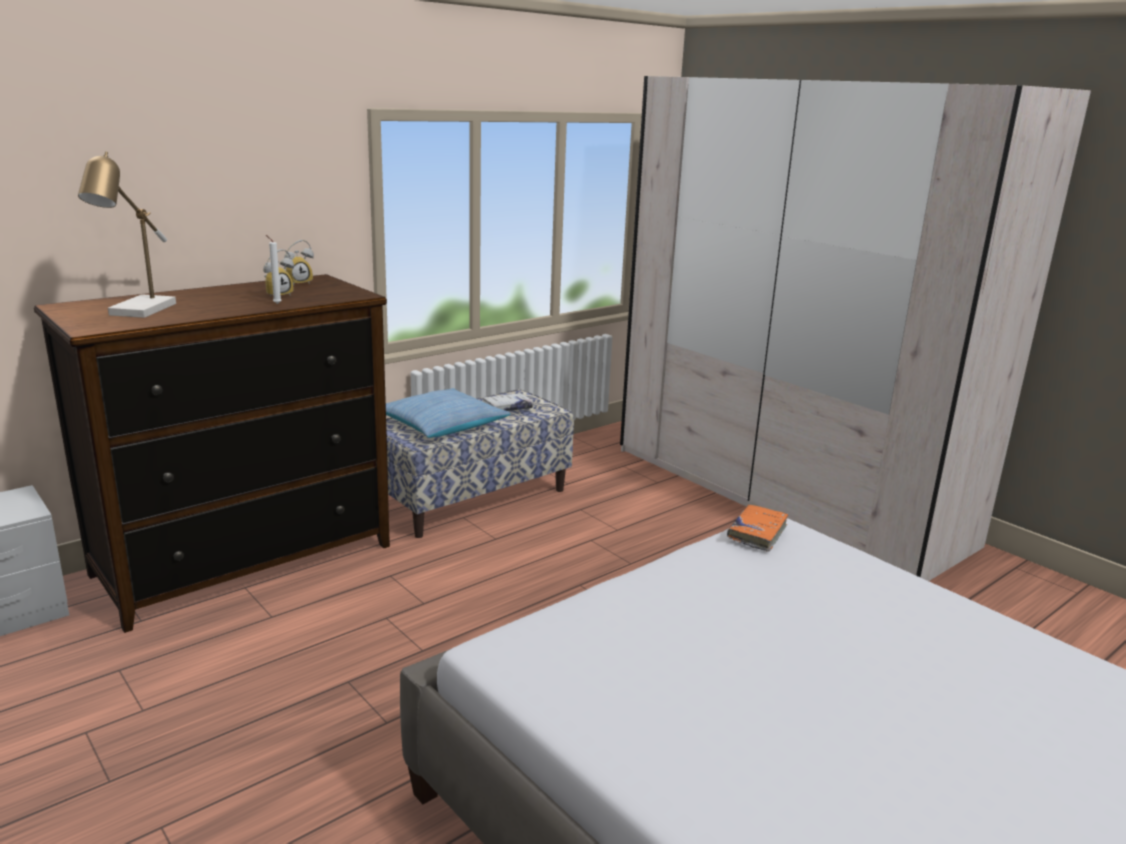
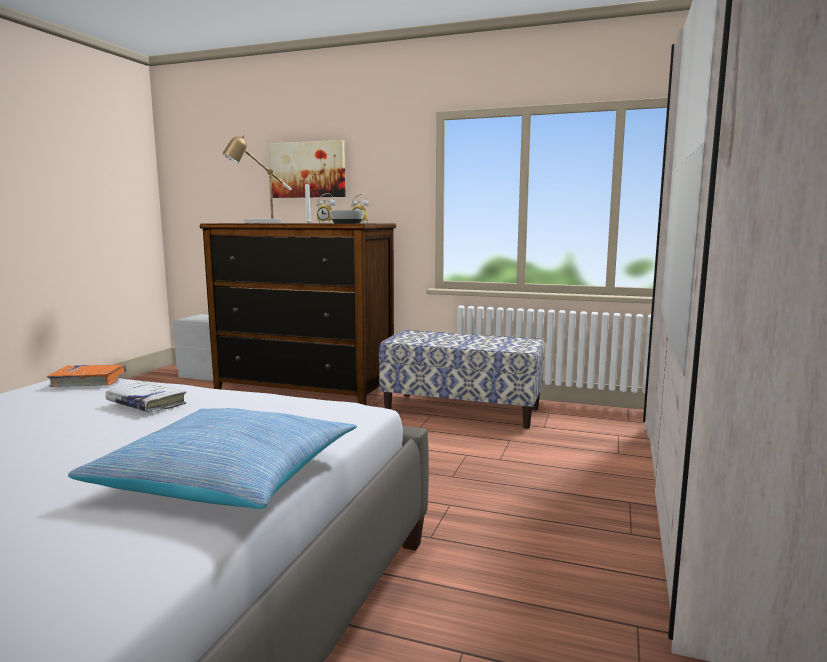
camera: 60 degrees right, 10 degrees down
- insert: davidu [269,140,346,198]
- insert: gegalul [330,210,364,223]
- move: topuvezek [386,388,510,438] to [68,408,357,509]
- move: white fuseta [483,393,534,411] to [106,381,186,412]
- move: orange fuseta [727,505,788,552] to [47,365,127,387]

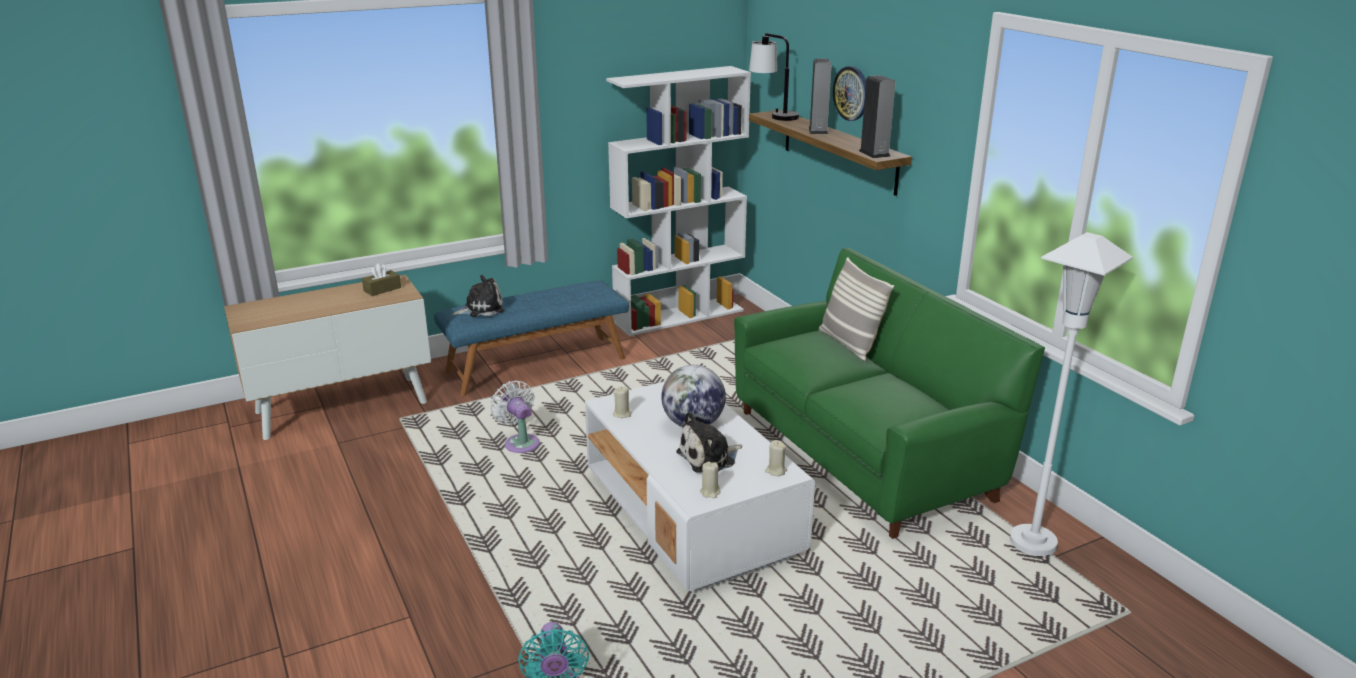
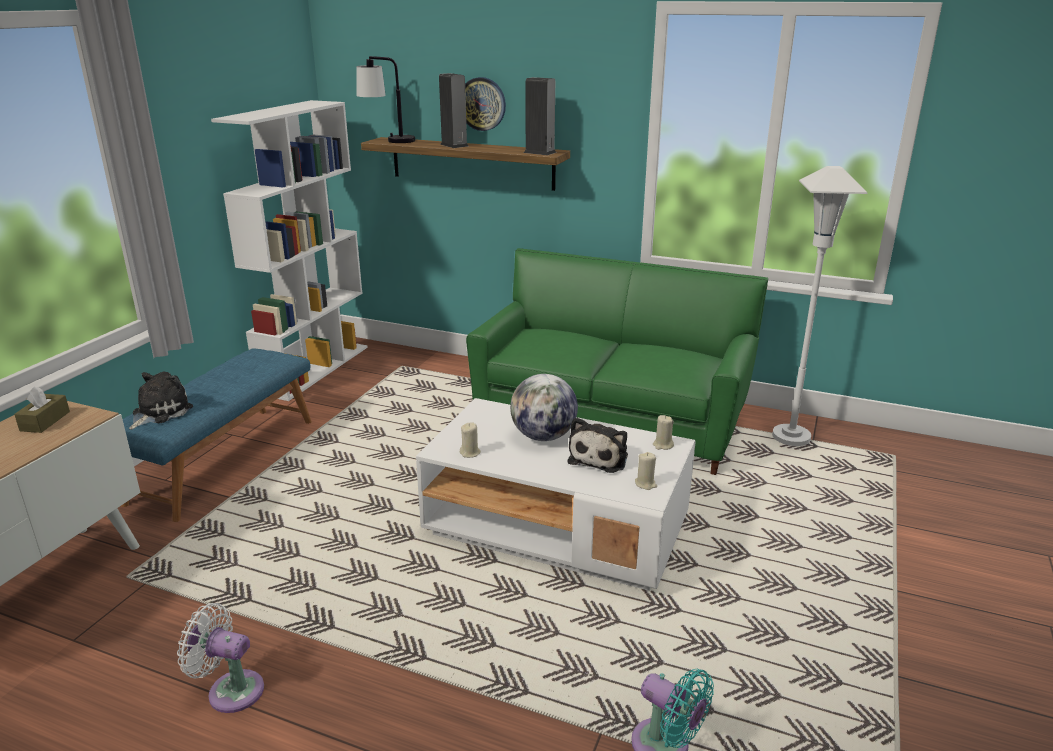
camera: 40 degrees left, 0 degrees up
- delete: topuvezek [819,257,894,361]
- move: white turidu [490,380,540,453] to [177,603,264,713]

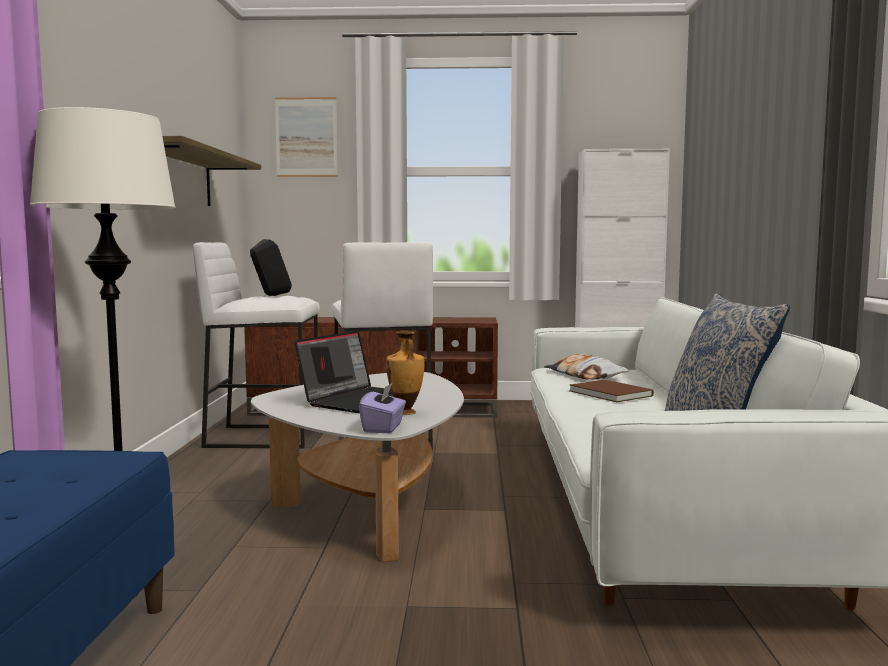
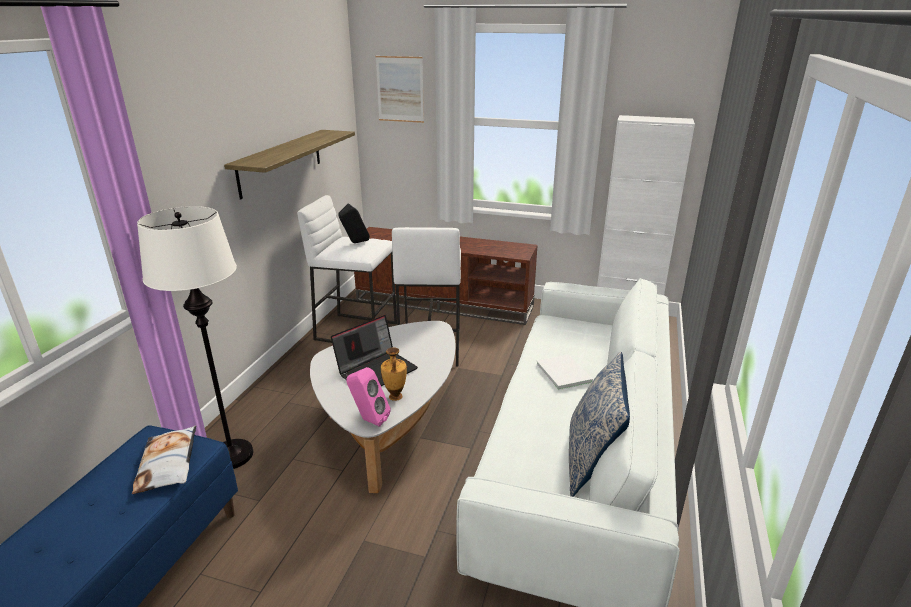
camera: 15 degrees right, 20 degrees up
- move: topuvezek [544,354,629,380] to [132,426,196,494]
- replace: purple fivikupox [359,383,406,433] to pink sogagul [346,367,391,427]
- recolor: brown fuseta [569,380,654,402] to white fuseta [536,354,593,390]

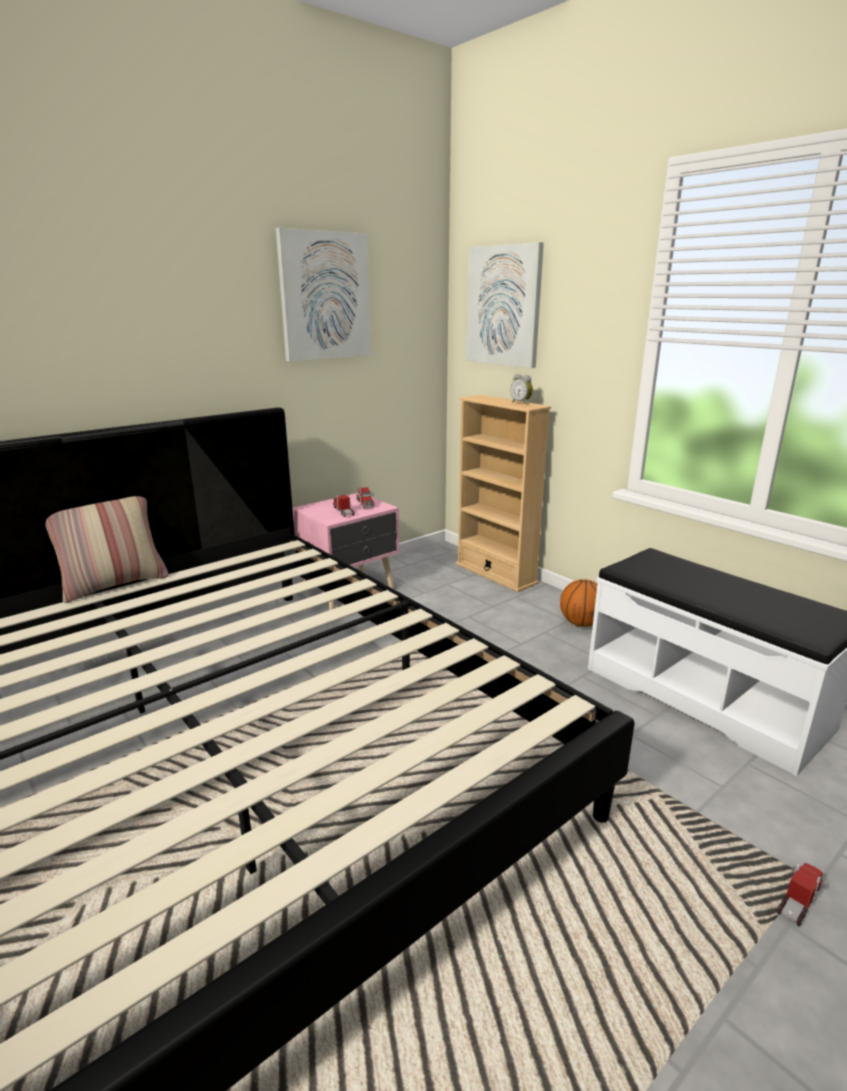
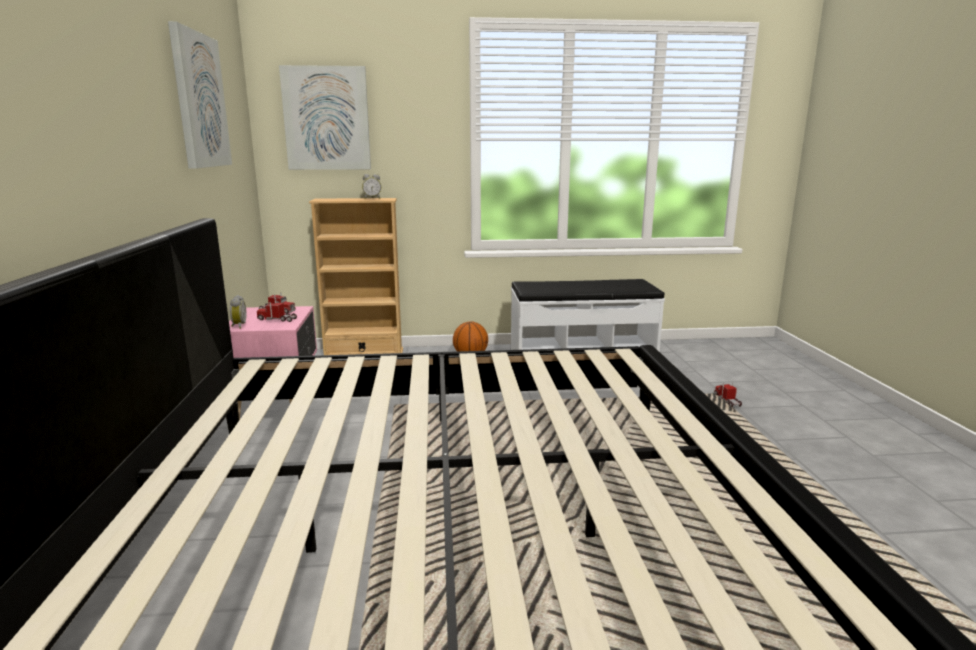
camera: 55 degrees left, 5 degrees down
- delete: topuvezek [45,496,169,603]
- insert: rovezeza [230,295,247,329]

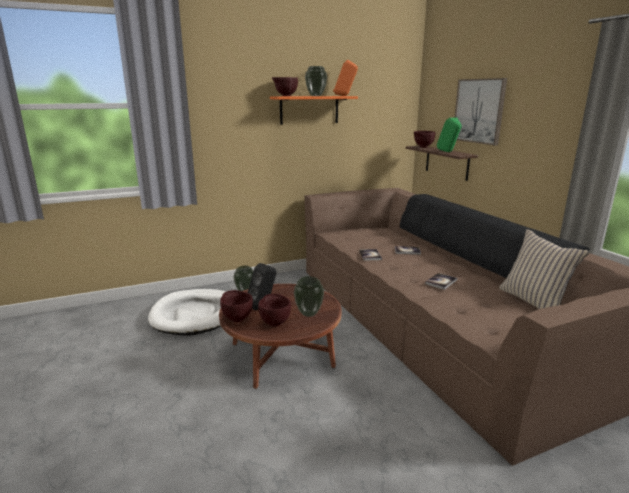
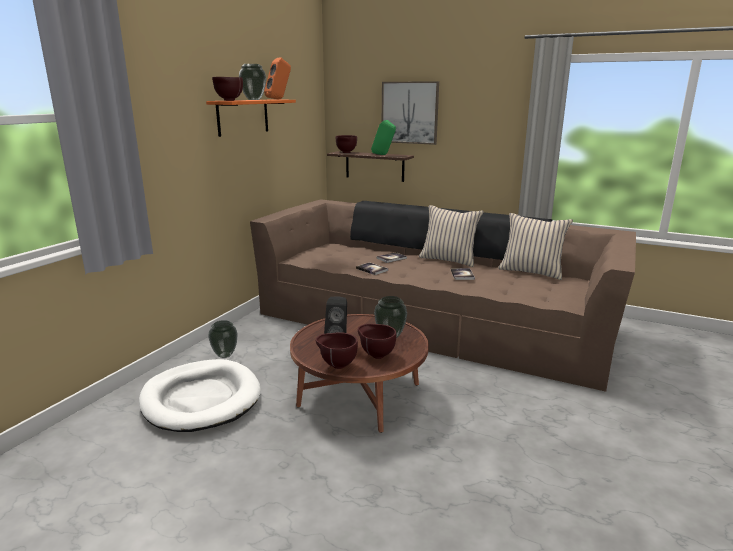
camera: 40 degrees left, 0 degrees up
- insert: beige topuvezek [419,205,484,267]

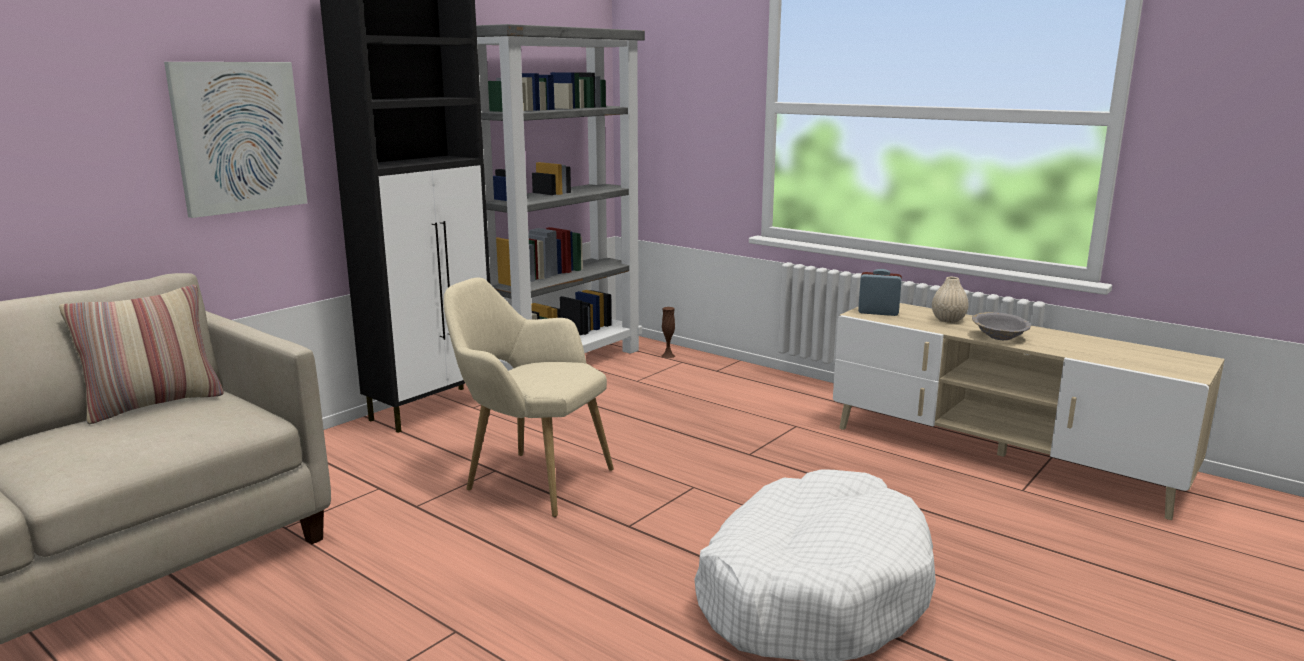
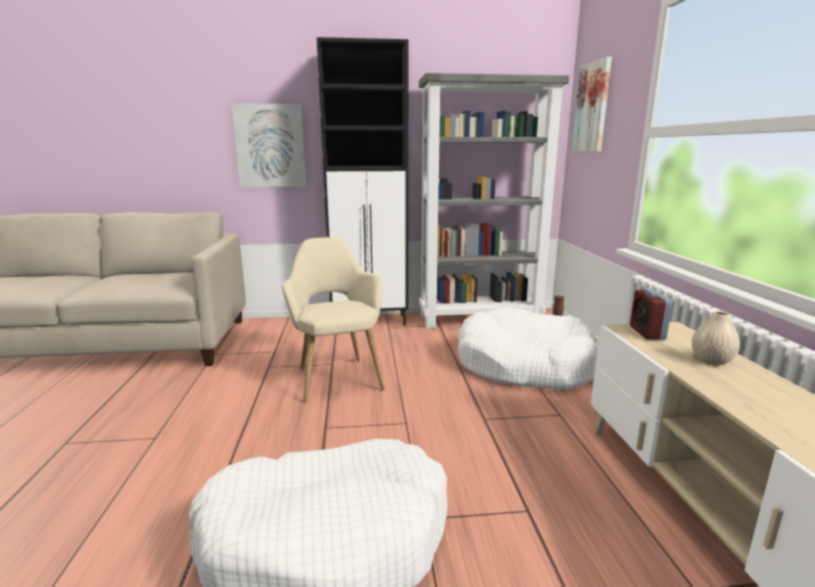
camera: 45 degrees right, 0 degrees up
- delete: topuvezek [59,285,224,424]
- delete: grey gegalul [972,312,1031,340]
- insert: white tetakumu [458,307,598,390]
- insert: davidu [572,56,612,152]
- rotate: rovezeza [858,269,902,316] = [630,289,673,340] 150 degrees counterclockwise

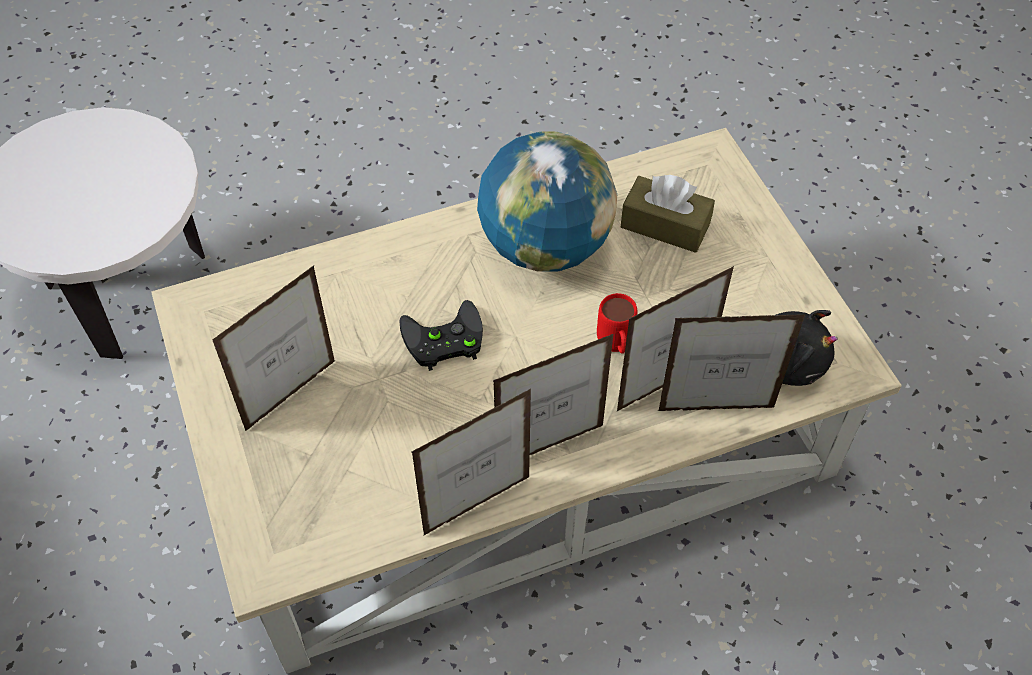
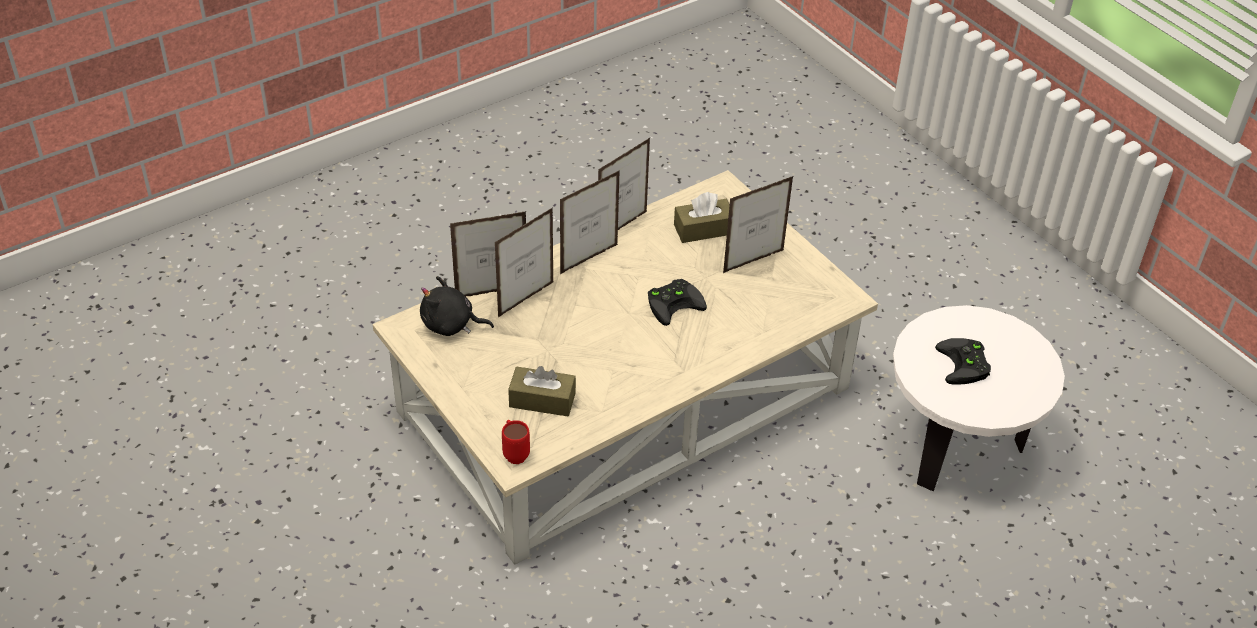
camera: 165 degrees right, 10 degrees down
- delete: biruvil [477,131,617,272]
- insert: brown fivikupox [674,192,730,243]
- insert: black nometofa [935,338,991,385]
- move: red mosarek [597,293,638,354] to [502,420,530,464]
- rotate: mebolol [212,265,336,431] = [723,176,793,273] 150 degrees counterclockwise

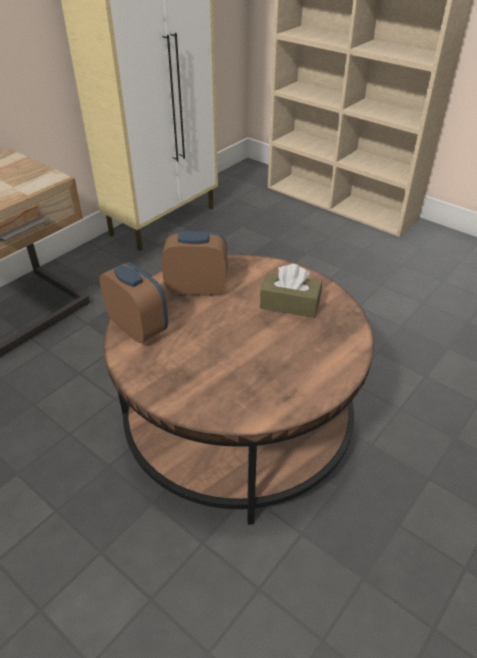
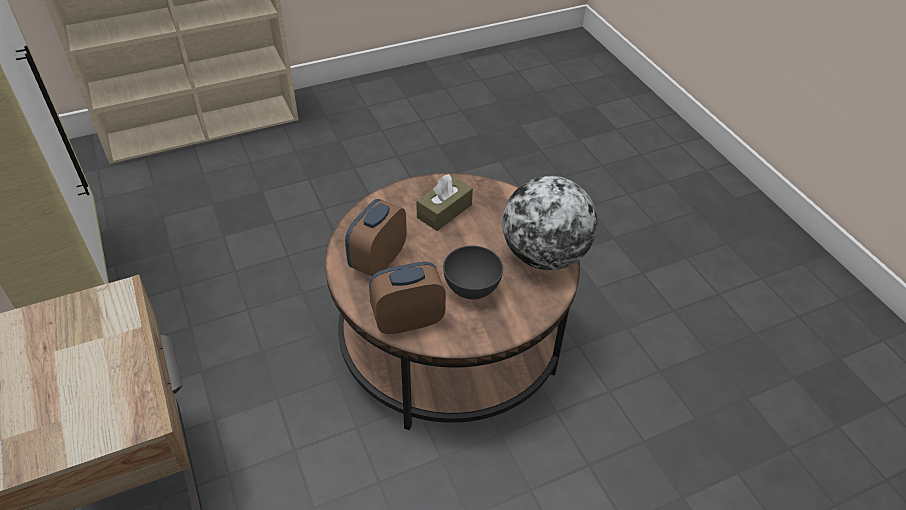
camera: 65 degrees left, 5 degrees up
- insert: grey gegalul [443,246,503,299]
- insert: biruvil [502,176,597,270]

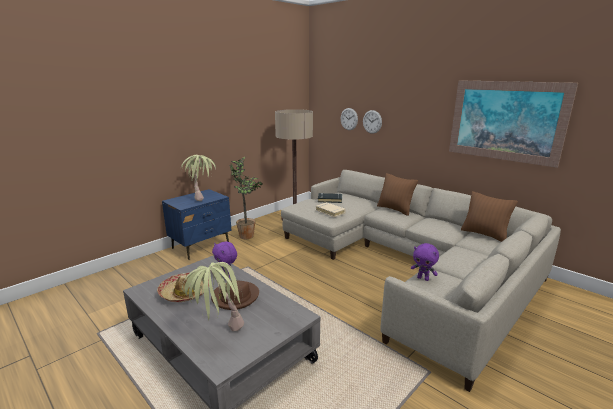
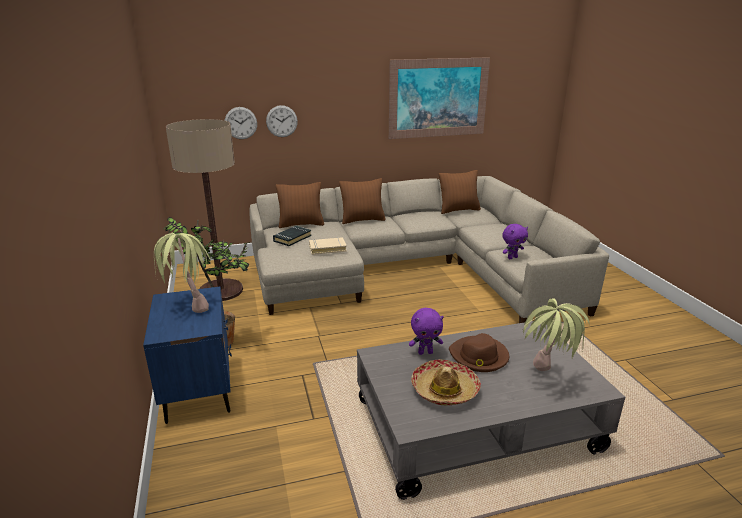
camera: 60 degrees left, 5 degrees up
- insert: brown topuvezek [276,182,324,228]

